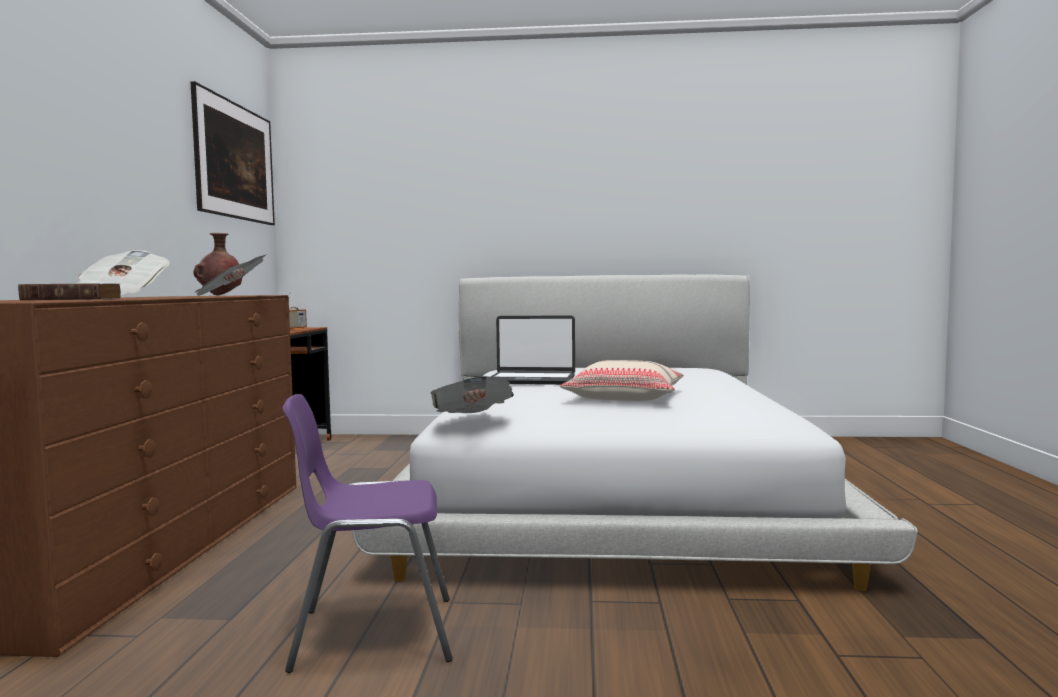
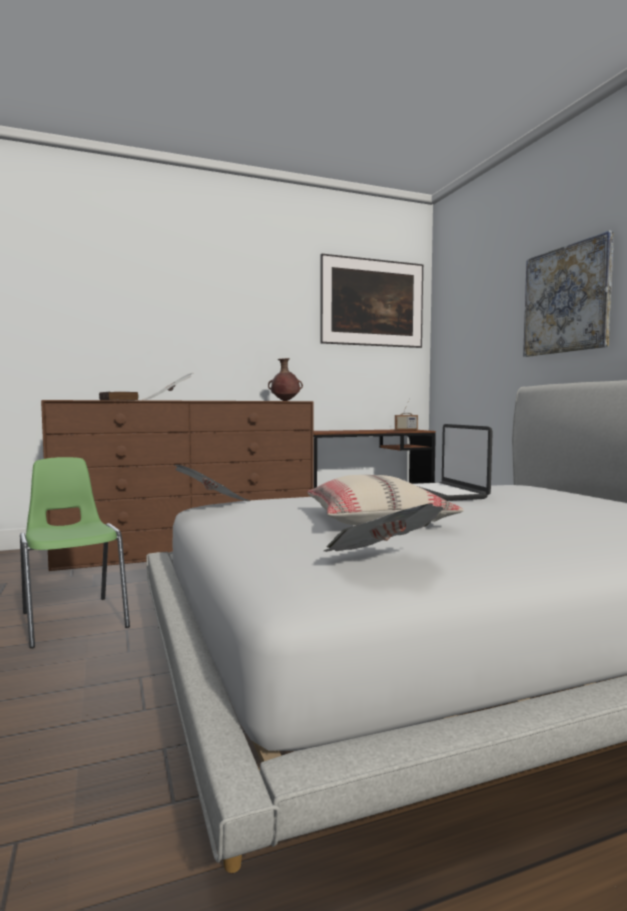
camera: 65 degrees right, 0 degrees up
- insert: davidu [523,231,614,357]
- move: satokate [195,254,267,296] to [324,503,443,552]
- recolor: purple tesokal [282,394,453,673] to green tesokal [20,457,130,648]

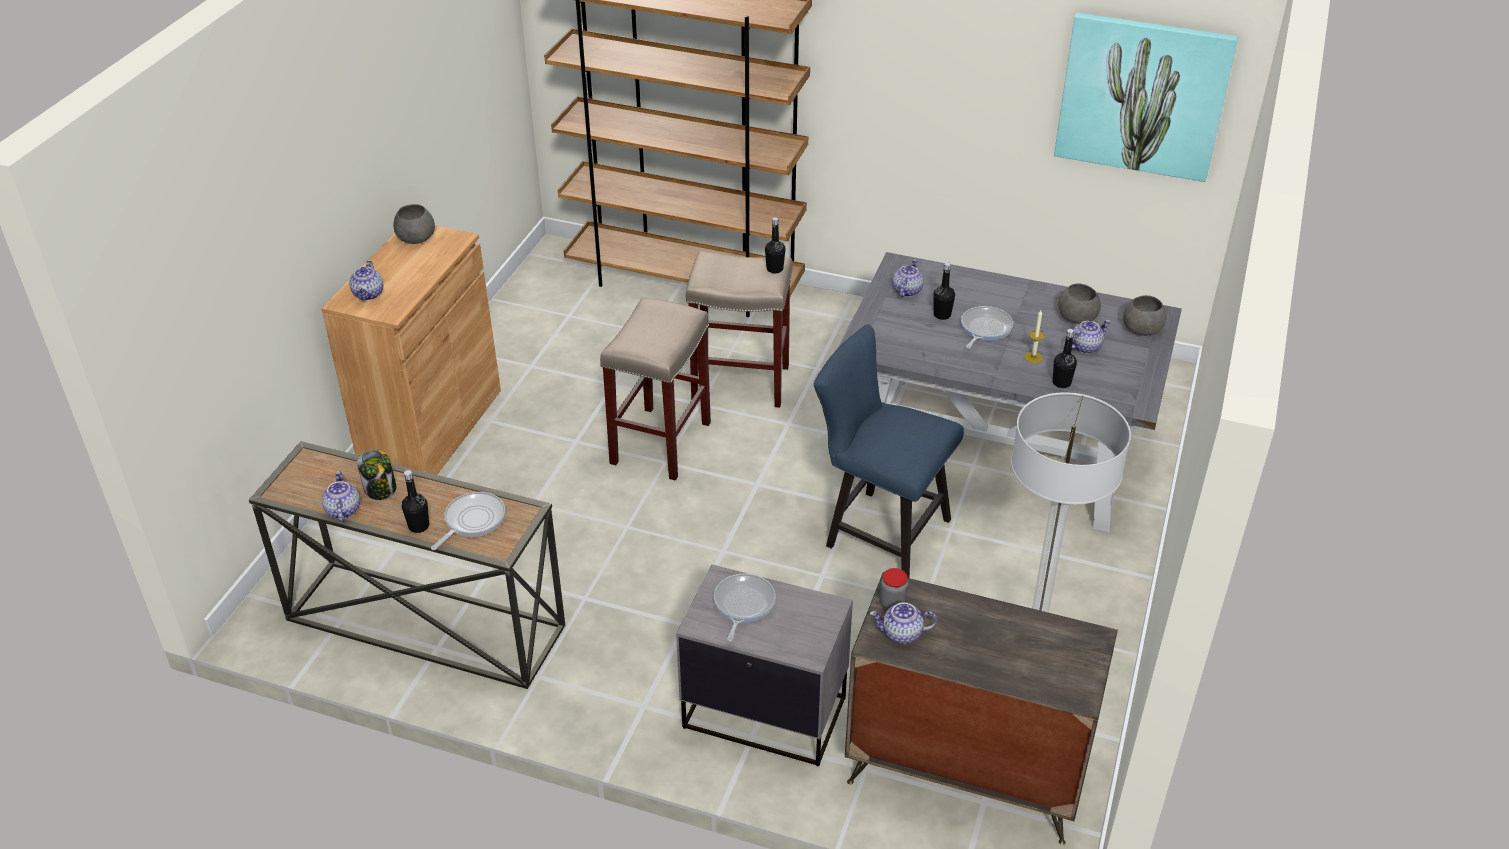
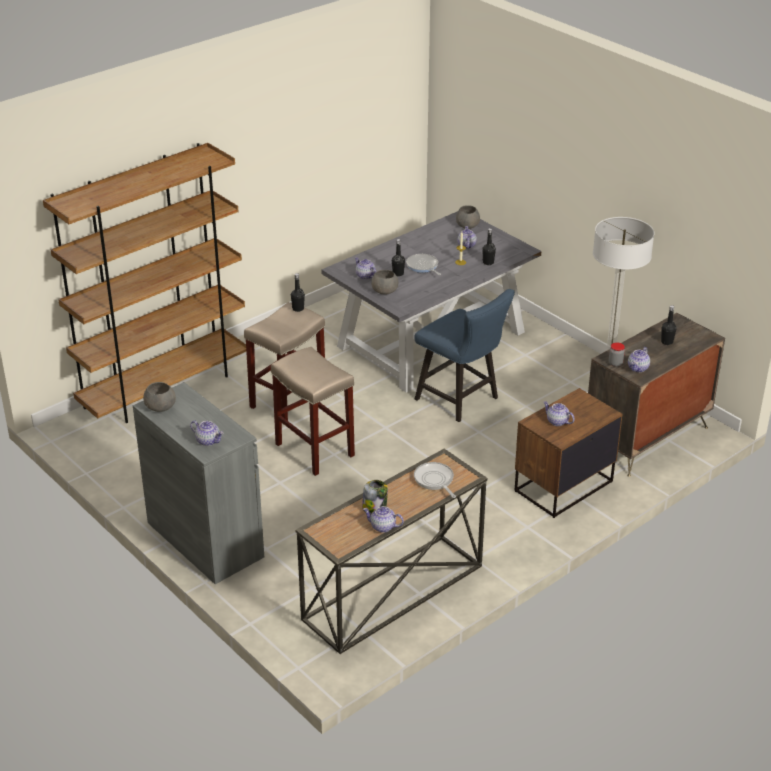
camera: 60 degrees left, 5 degrees down
- delete: davidu [1054,13,1238,182]
- move: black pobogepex [402,470,429,533] to [661,305,677,345]
- move: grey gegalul [1058,283,1101,324] to [371,270,398,294]
- replace: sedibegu [714,573,776,642] to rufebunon [543,401,575,426]
- recolor: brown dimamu [322,225,501,475] to grey dimamu [133,382,264,584]
- recolor: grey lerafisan [676,565,853,766] to brown lerafisan [515,388,622,518]
- rotate: blue tesokal [814,325,964,578] = [415,289,515,422] 105 degrees counterclockwise

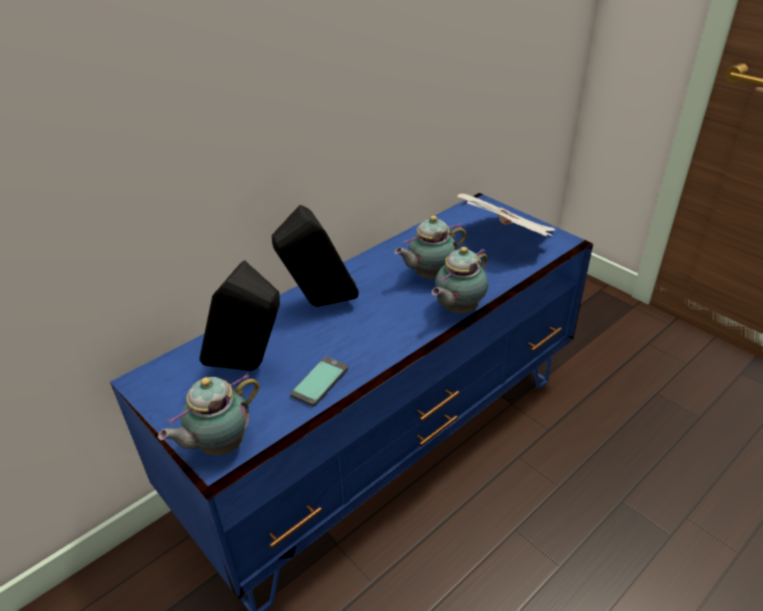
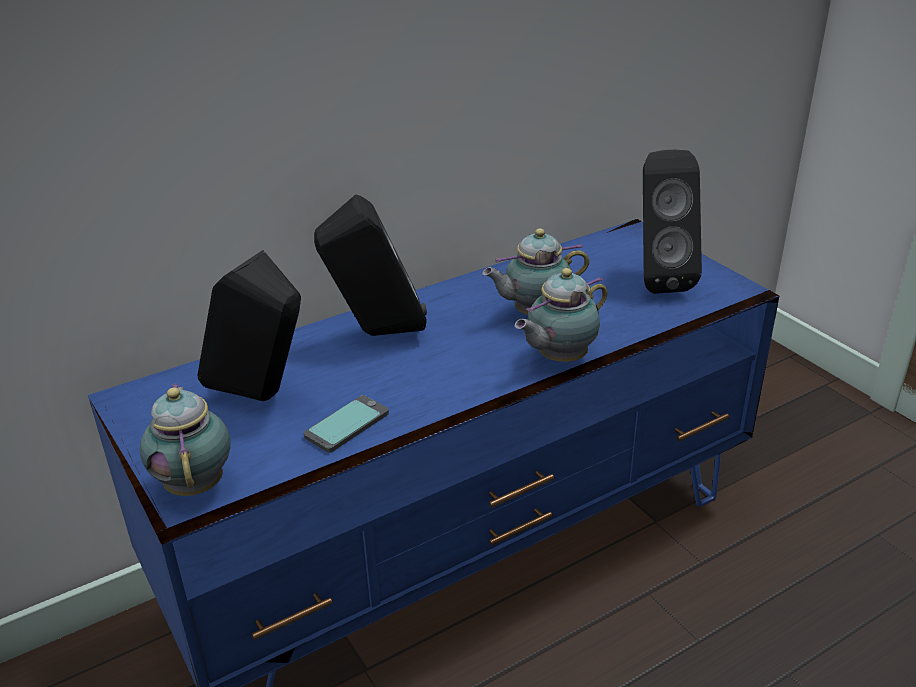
camera: 10 degrees right, 5 degrees down
- replace: satokate [457,193,555,236] to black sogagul [643,150,702,294]
- rotate: rufebunon [158,373,259,455] = [140,383,231,496] 105 degrees clockwise

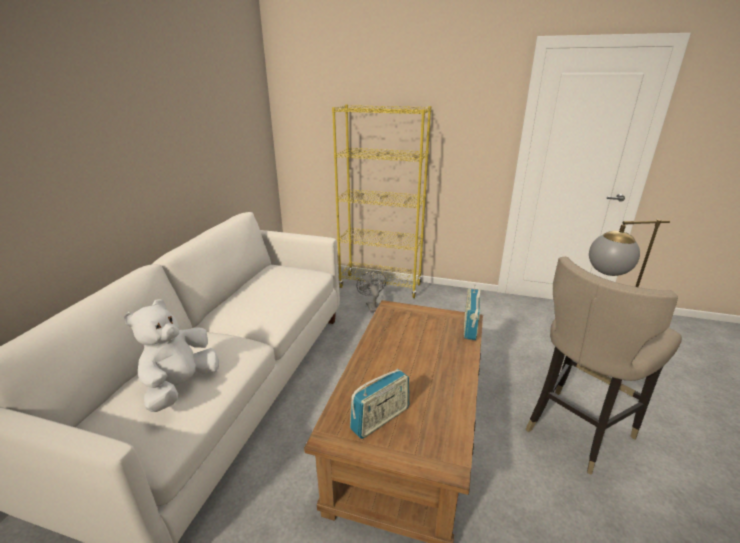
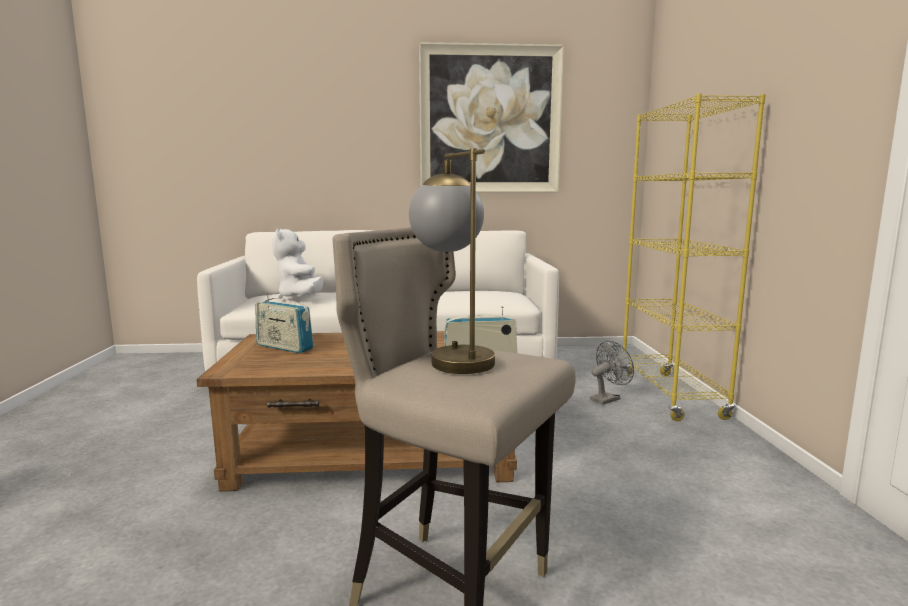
camera: 70 degrees right, 15 degrees down
- insert: davidu [419,42,564,192]
- rotate: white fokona [124,299,219,412] = [272,229,323,299] 105 degrees counterclockwise

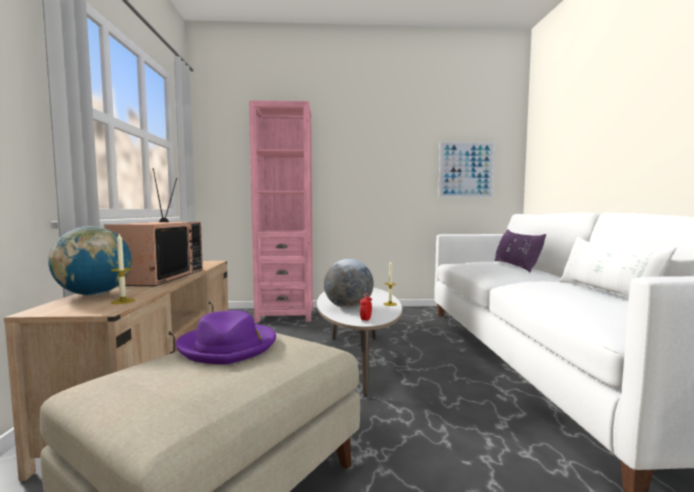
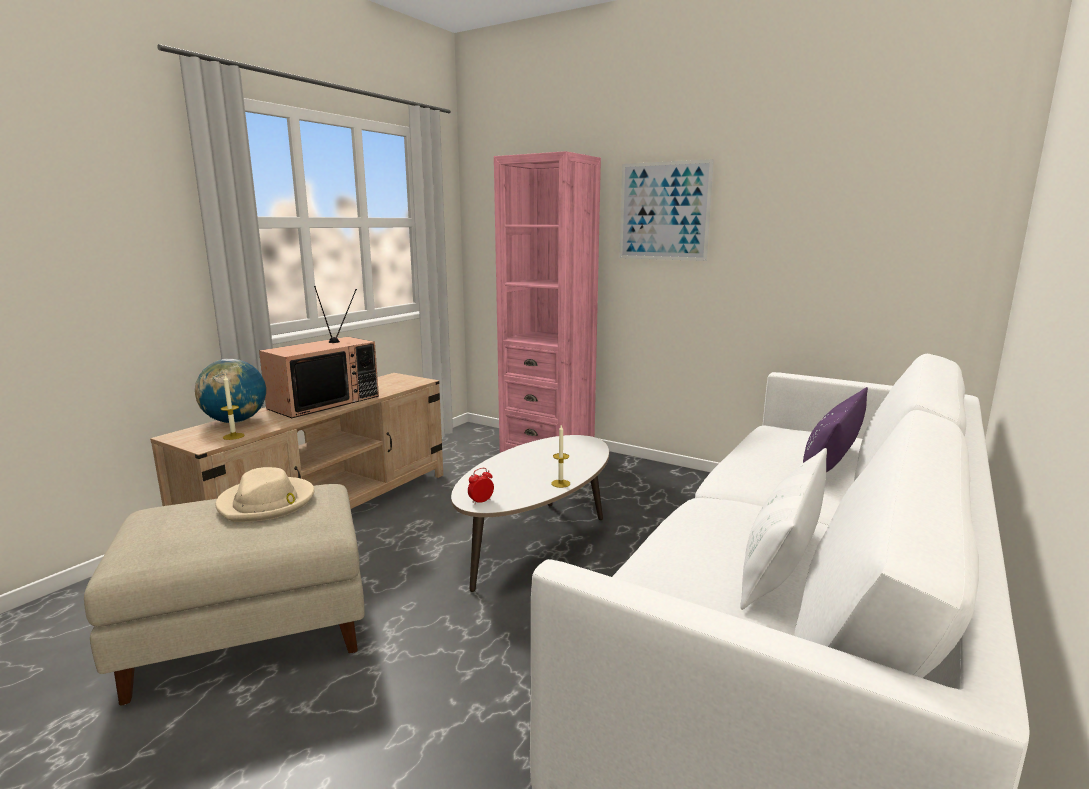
camera: 35 degrees right, 10 degrees up
- delete: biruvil [324,259,374,309]
- move: davidu [438,141,495,198] to [619,159,714,261]
- recolor: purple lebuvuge [176,310,276,365] to beige lebuvuge [215,467,314,522]

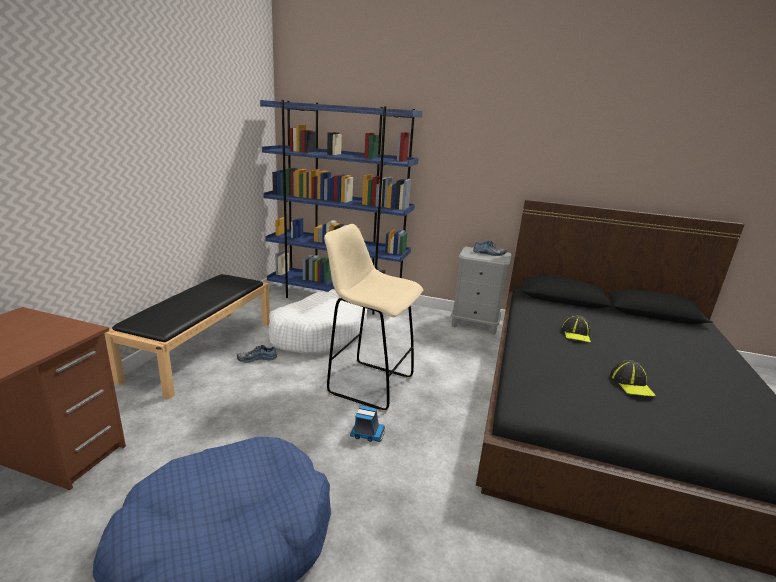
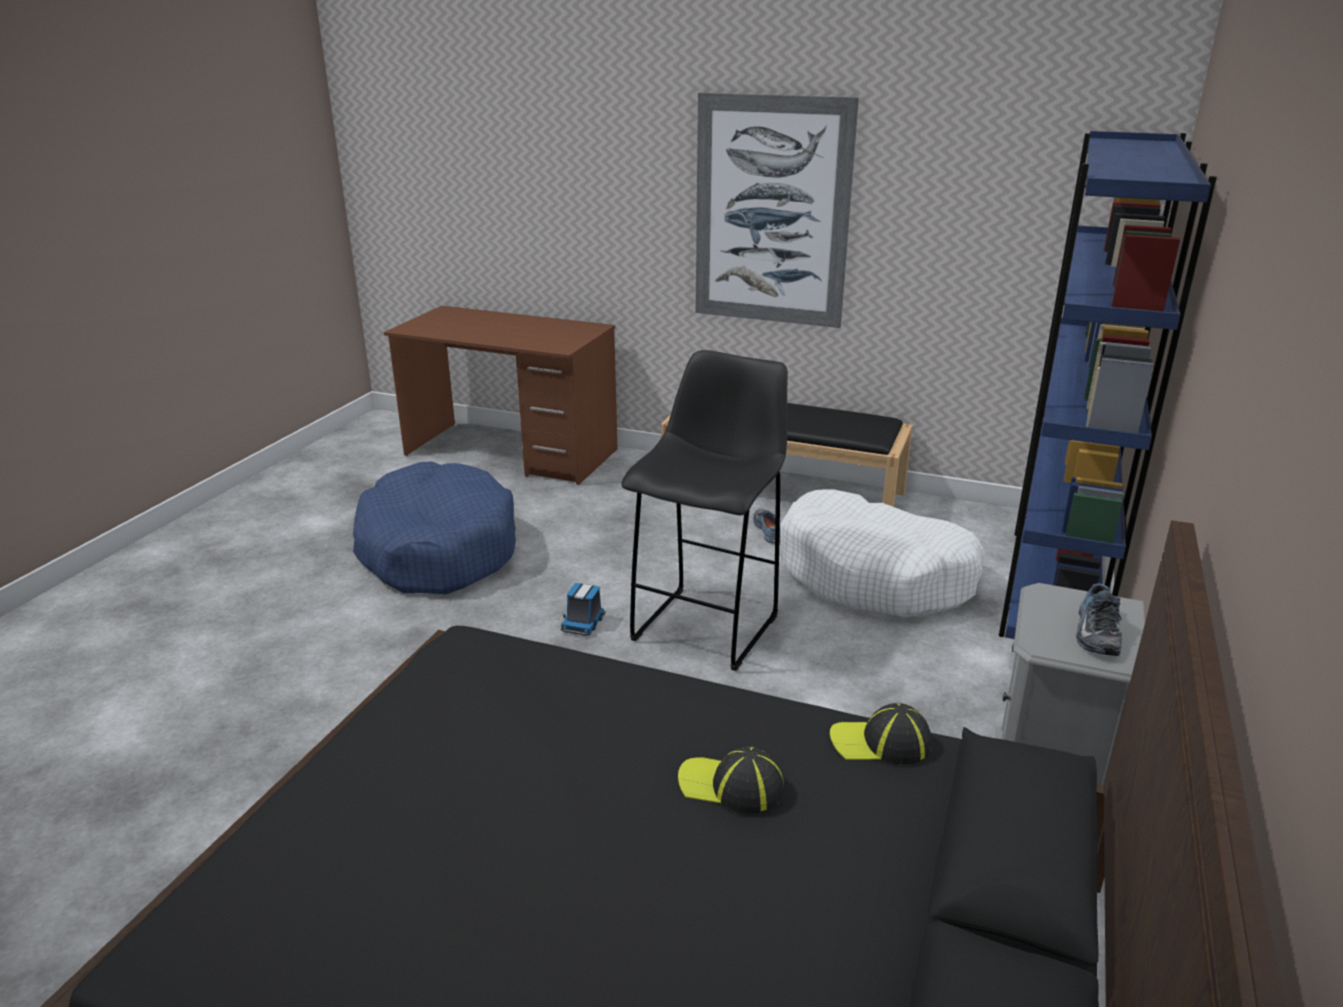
camera: 95 degrees right, 5 degrees up
- insert: davidu [696,93,859,328]
- move: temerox [610,360,656,397] to [830,703,932,765]
- recolor: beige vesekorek [324,224,423,413] to black vesekorek [621,350,788,671]

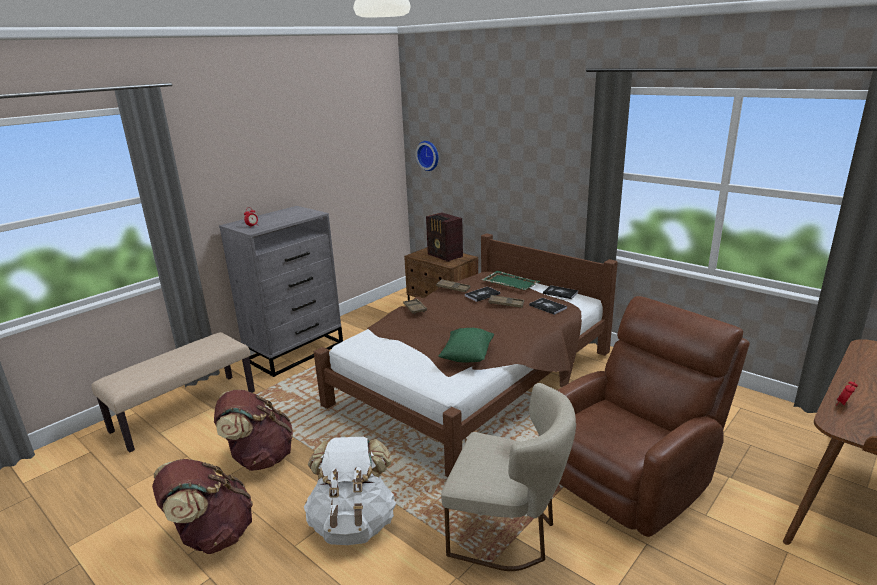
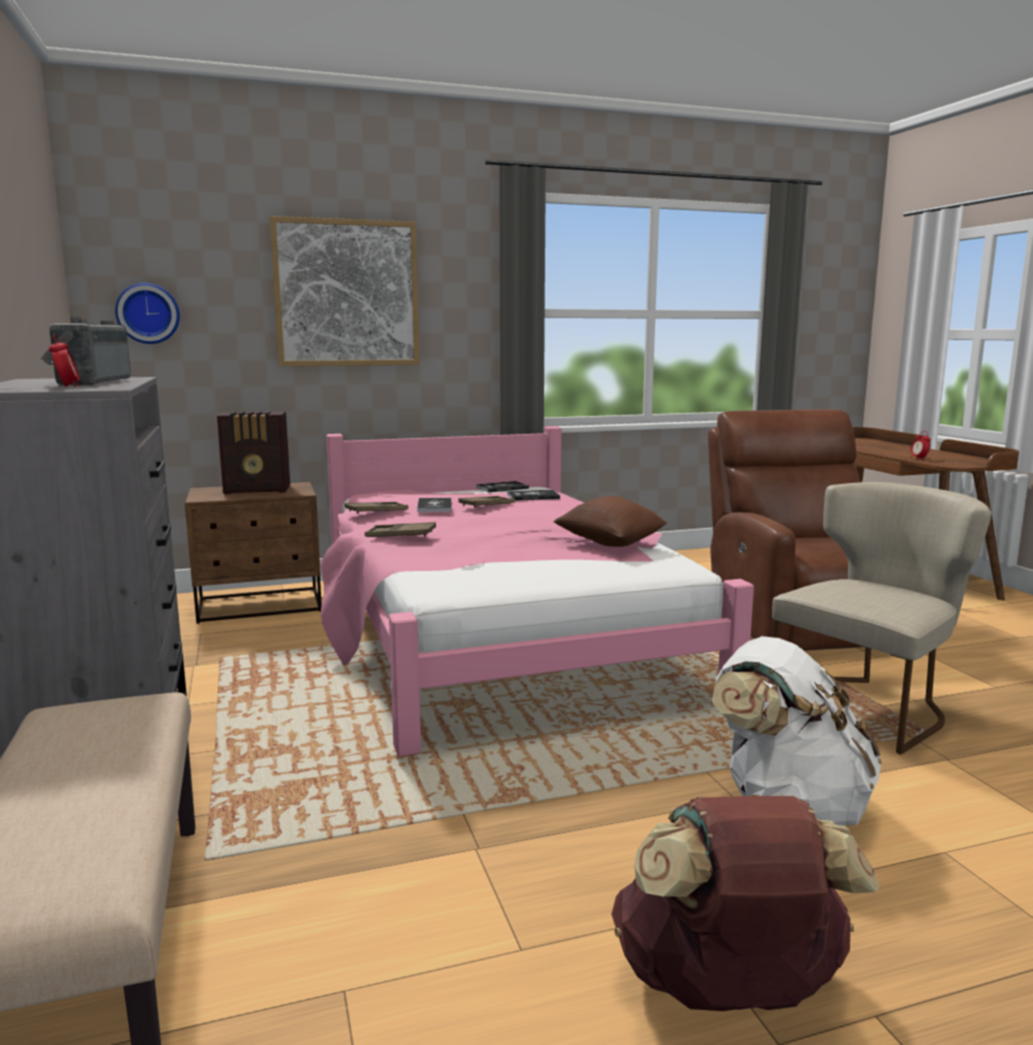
camera: 60 degrees left, 10 degrees down
- delete: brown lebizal [214,389,293,471]
- delete: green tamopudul [481,271,541,291]
- insert: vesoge [41,317,131,385]
- insert: davidu [269,216,419,366]
- recolor: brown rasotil [314,233,618,477] to pink rasotil [321,426,754,757]
- recolor: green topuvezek [438,328,494,362] to brown topuvezek [553,496,667,547]

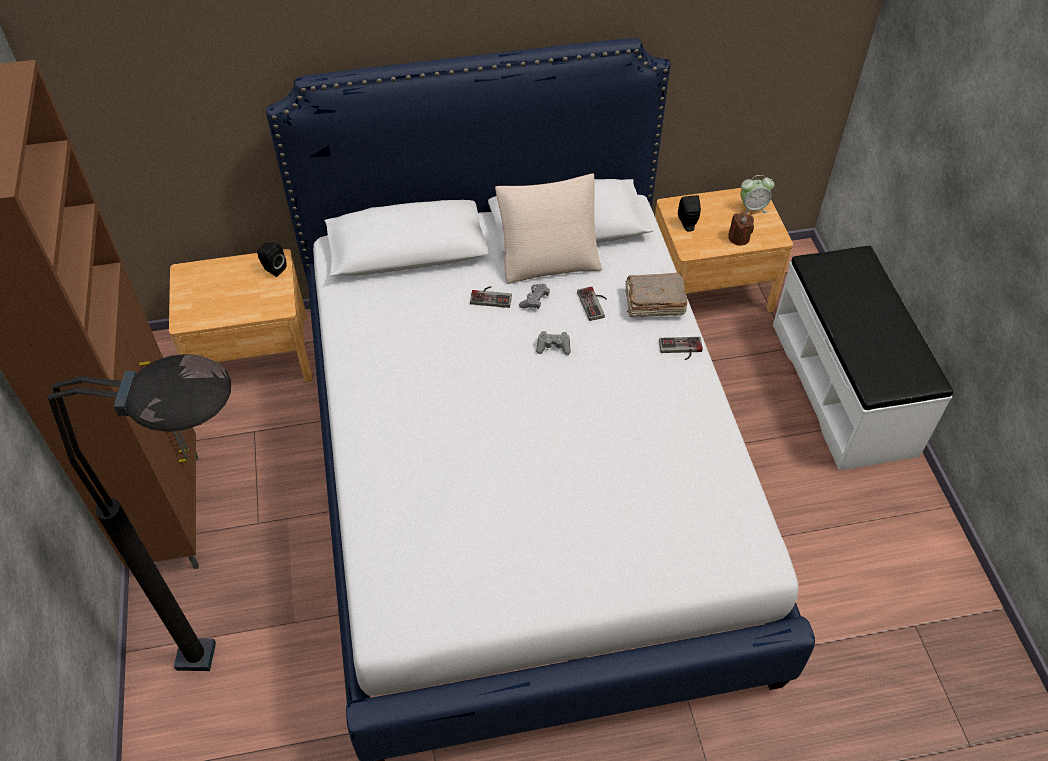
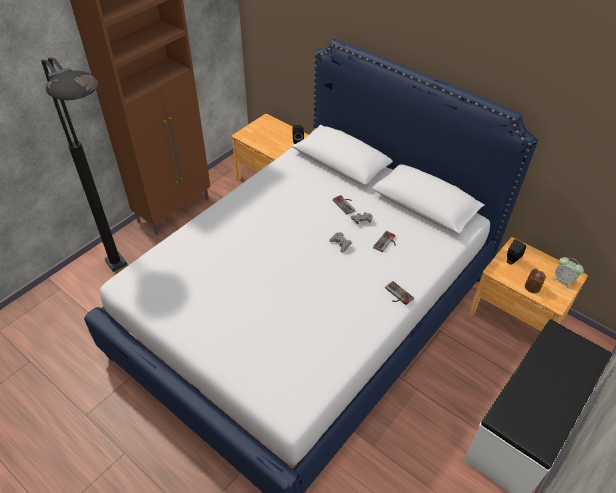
camera: 50 degrees right, 5 degrees down
- delete: beige topuvezek [495,174,602,284]
- delete: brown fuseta [625,273,687,317]

